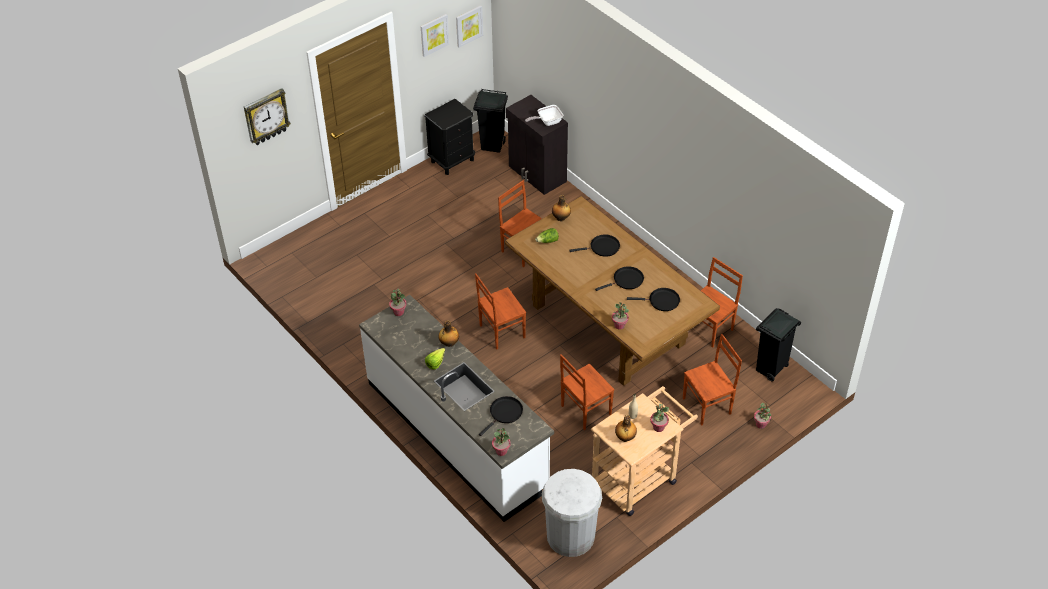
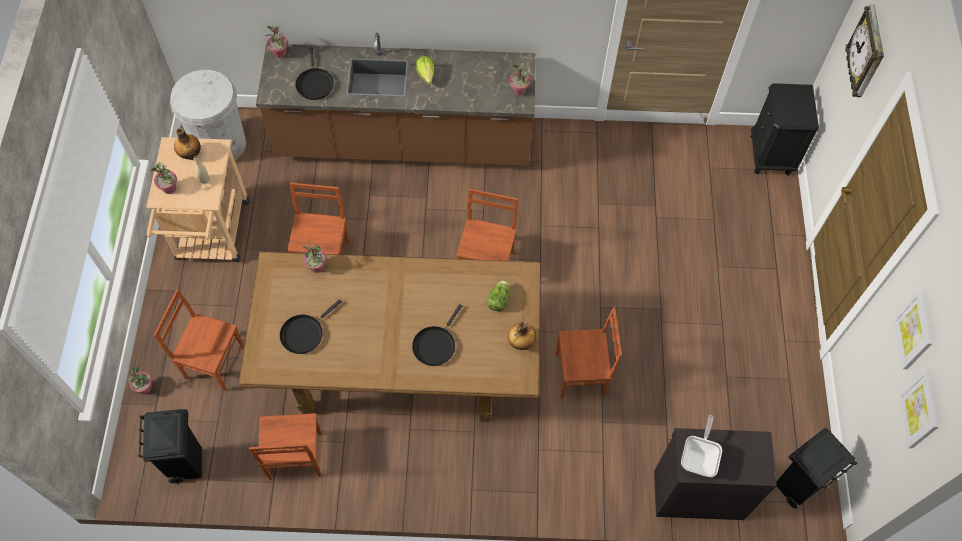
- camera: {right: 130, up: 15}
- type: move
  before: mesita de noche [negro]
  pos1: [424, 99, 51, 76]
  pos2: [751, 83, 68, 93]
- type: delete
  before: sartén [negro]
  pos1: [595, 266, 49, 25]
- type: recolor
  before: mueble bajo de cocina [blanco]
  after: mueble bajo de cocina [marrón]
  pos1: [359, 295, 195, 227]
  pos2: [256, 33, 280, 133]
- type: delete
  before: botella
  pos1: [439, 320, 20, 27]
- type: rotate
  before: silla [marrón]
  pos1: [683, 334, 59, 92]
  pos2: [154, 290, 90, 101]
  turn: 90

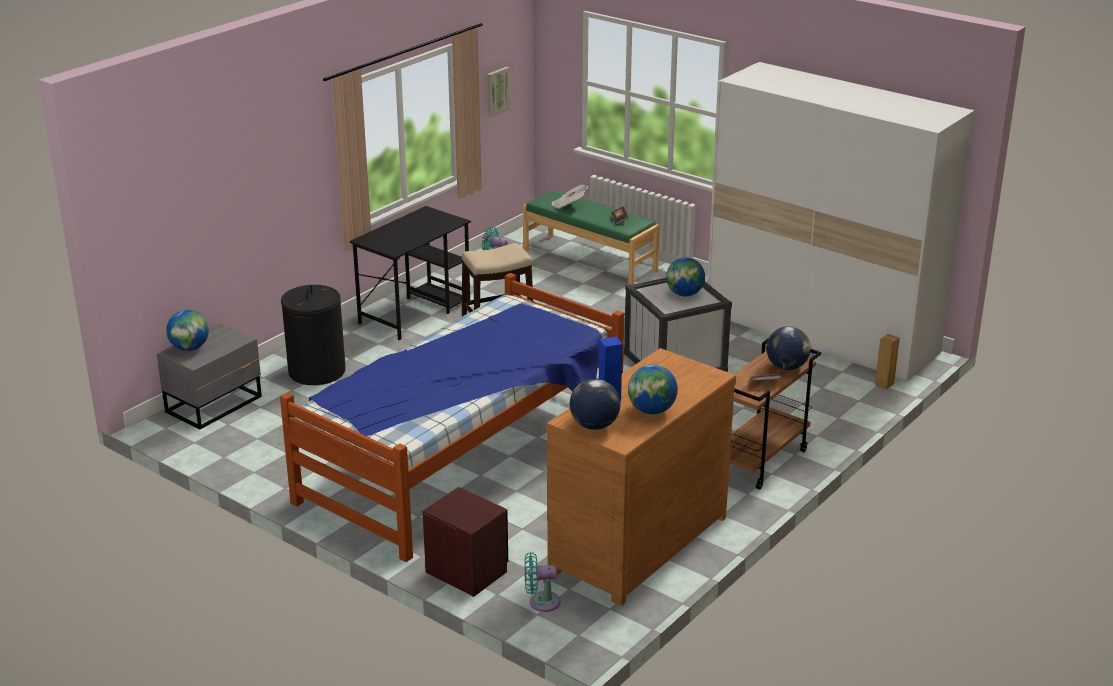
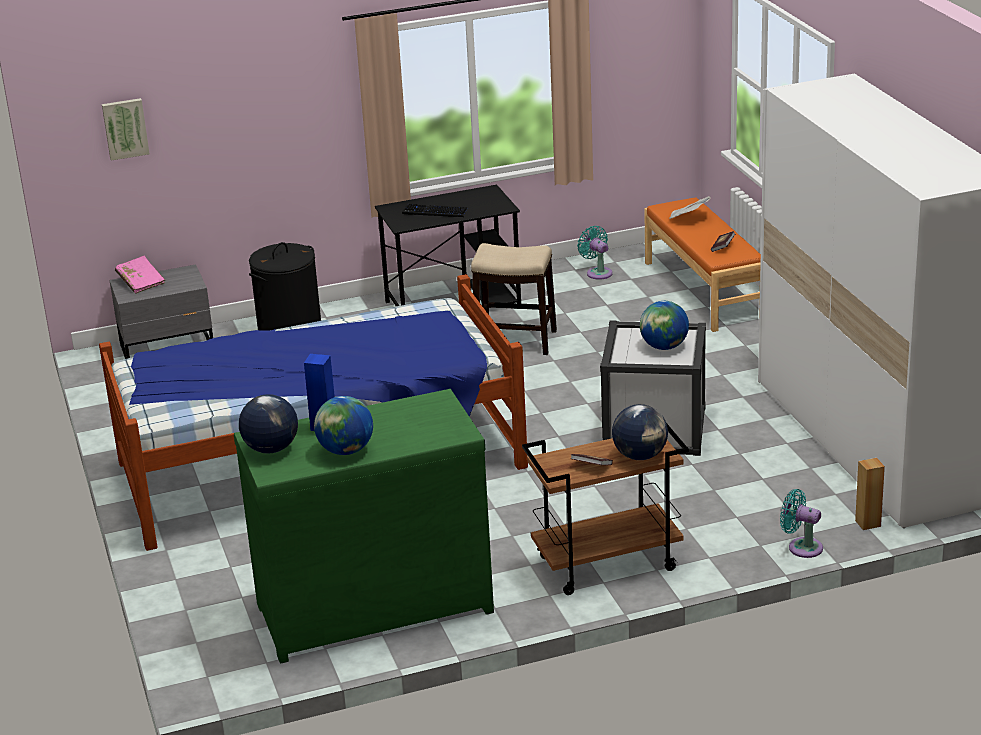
- camera: {right: 35, up: 0}
- type: move
  before: cuadro
  pos1: [487, 67, 23, 50]
  pos2: [102, 98, 48, 63]
- type: recolor
  before: banco [verde]
  after: banco [naranja]
  pos1: [523, 190, 137, 95]
  pos2: [644, 198, 117, 134]
- type: replace
  before: globo terráqueo
  after: libro [rosa]
  pos1: [166, 310, 43, 41]
  pos2: [115, 256, 50, 38]
- type: recolor
  before: cómoda [marrón]
  after: cómoda [verde]
  pos1: [546, 348, 190, 258]
  pos2: [234, 389, 260, 275]
- type: delete
  before: mesita de noche [marrón]
  pos1: [423, 487, 85, 110]
- type: move
  before: ventilador [turquesa]
  pos1: [524, 552, 37, 60]
  pos2: [780, 489, 43, 69]
- type: insert
  after: teclado
  pos2: [402, 204, 66, 13]

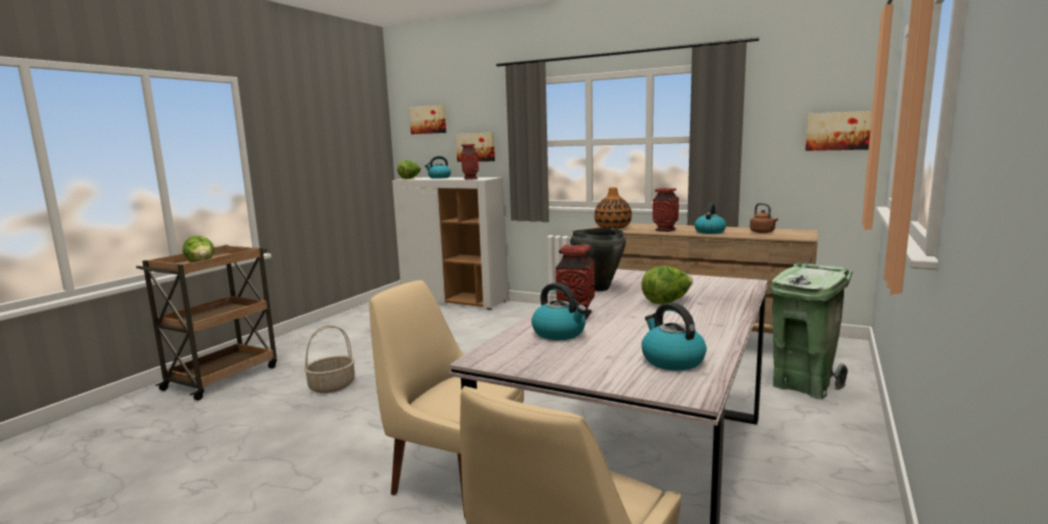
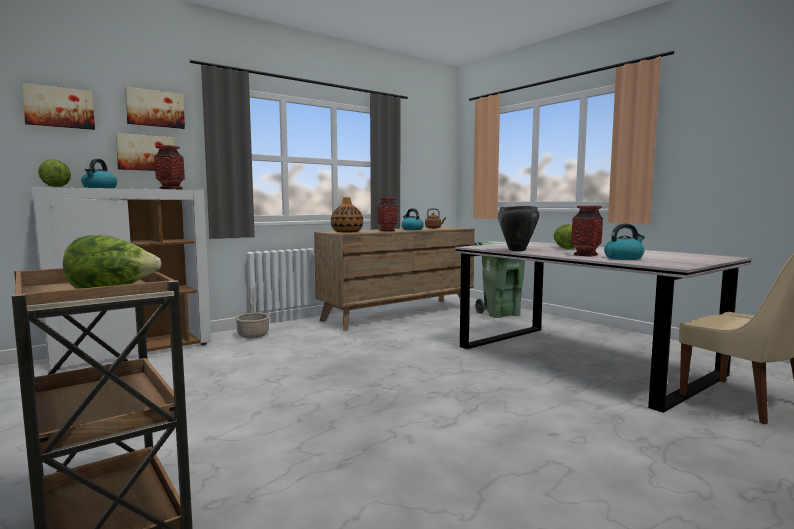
- camera: {right: -65, up: -5}
- type: move
  before: cuadro
  pos1: [805, 111, 67, 40]
  pos2: [125, 87, 60, 42]
- type: delete
  before: silla [beis]
  pos1: [369, 280, 155, 238]
- type: delete
  before: hervidor
  pos1: [642, 303, 65, 68]
- type: move
  before: cesta
  pos1: [304, 325, 51, 68]
  pos2: [235, 286, 35, 53]

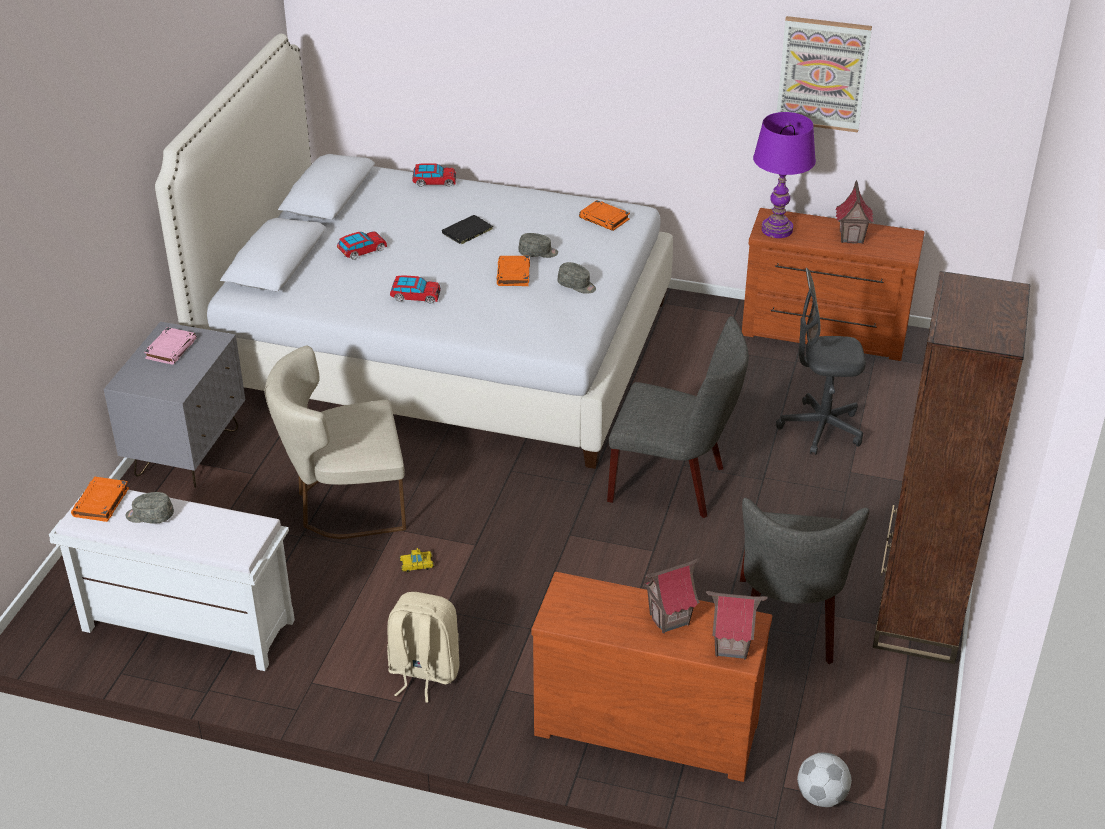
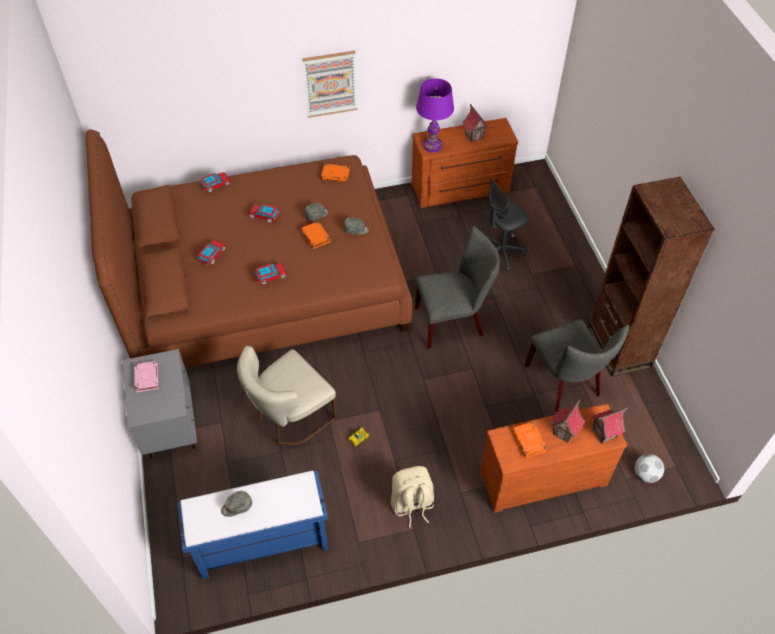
- camera: {right: -30, up: 15}
- type: move
  before: cuadro
  pos1: [776, 16, 96, 117]
  pos2: [302, 51, 55, 67]
- type: recolor
  before: cama [blanco]
  after: cama [marrón]
  pos1: [155, 34, 518, 435]
  pos2: [86, 129, 326, 239]
- type: replace
  before: libro [negro]
  after: coche de juguete
  pos1: [442, 215, 51, 30]
  pos2: [248, 204, 31, 19]
- type: move
  before: libro [naranja]
  pos1: [71, 477, 58, 45]
  pos2: [512, 421, 35, 37]
- type: recolor
  before: banco [blanco]
  after: banco [azul]
  pos1: [49, 490, 246, 181]
  pos2: [178, 470, 150, 109]

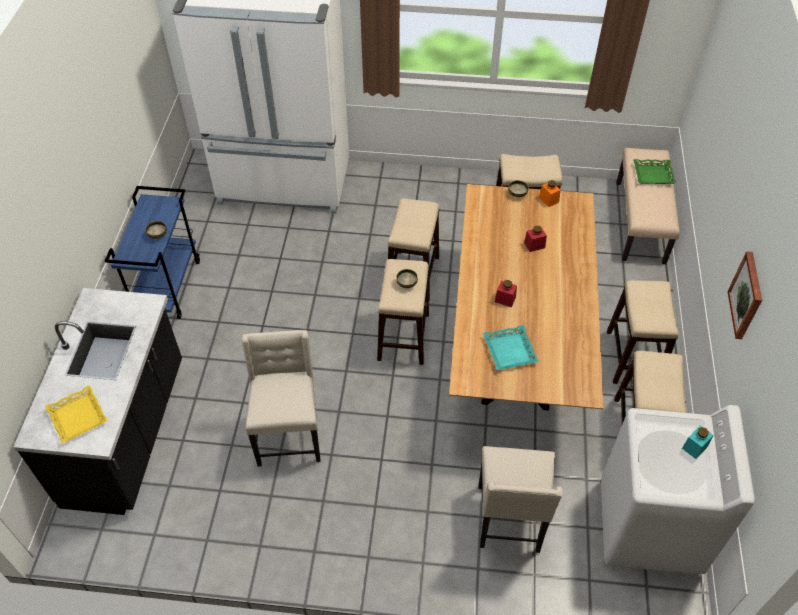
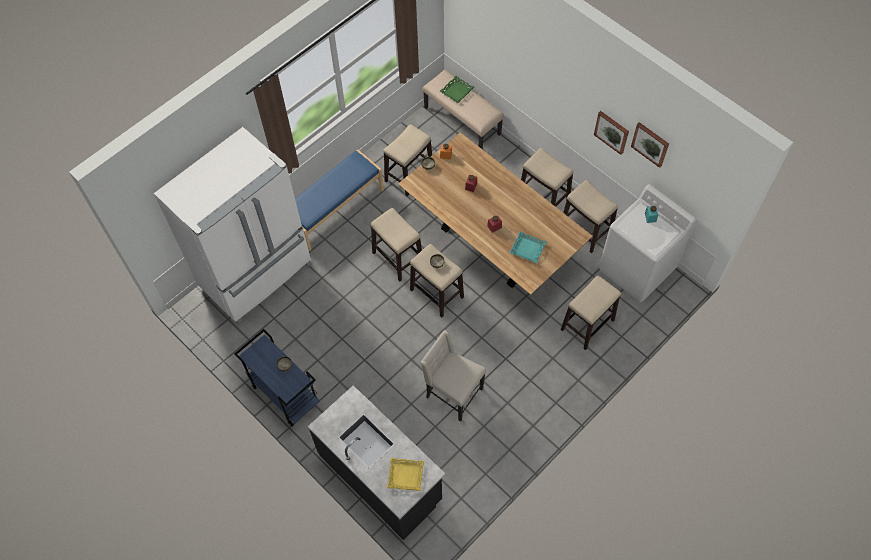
- camera: {right: -50, up: 10}
- type: replace
  before: silla [beis]
  after: taburete
  pos1: [478, 446, 85, 107]
  pos2: [561, 276, 60, 74]
- type: insert
  after: cuadro
  pos2: [631, 122, 38, 46]
- type: insert
  after: banco [azul]
  pos2: [295, 150, 89, 101]

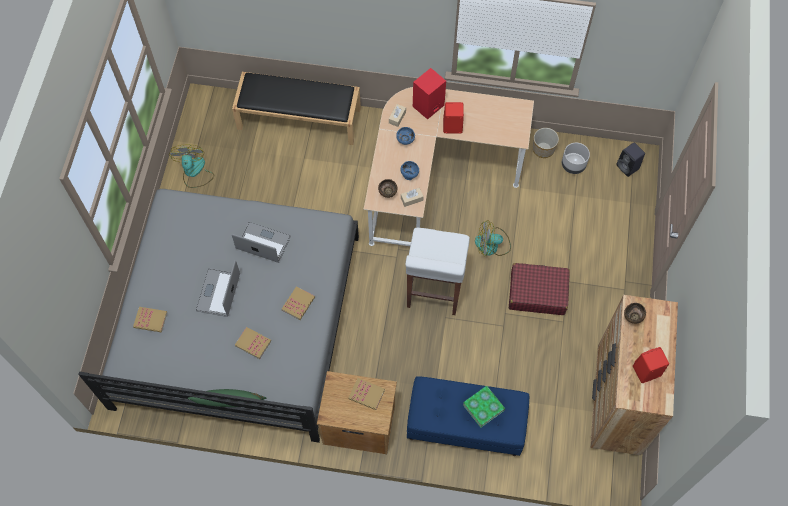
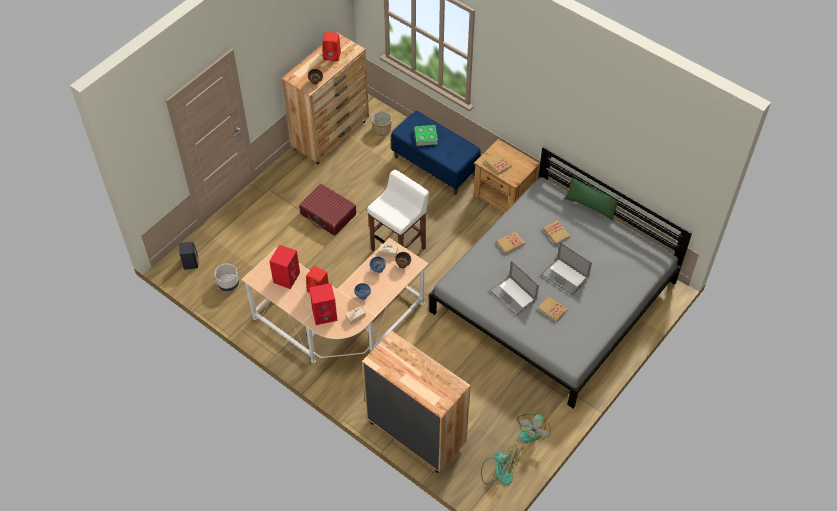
- camera: {right: -150, up: -10}
- type: replace
  before: banco [negro]
  after: cómoda [marrón]
  pos1: [232, 72, 129, 73]
  pos2: [362, 331, 109, 142]
- type: move
  before: maceta
  pos1: [533, 128, 26, 30]
  pos2: [372, 111, 20, 25]
- type: move
  before: ventilador
  pos1: [475, 220, 36, 36]
  pos2: [481, 445, 39, 40]
- type: rotate
  before: portátil
  pos1: [196, 260, 44, 57]
  pos2: [541, 242, 51, 53]
  turn: 90
- type: move
  before: libro
  pos1: [133, 307, 34, 26]
  pos2: [538, 296, 30, 26]
- type: insert
  after: altavoz [rojo]
  pos2: [270, 245, 30, 44]

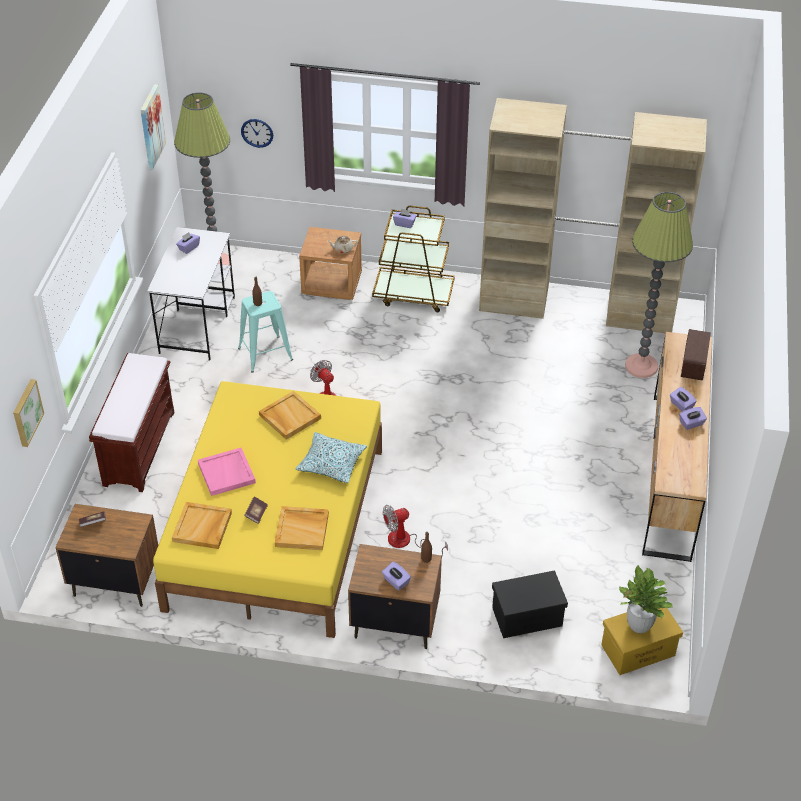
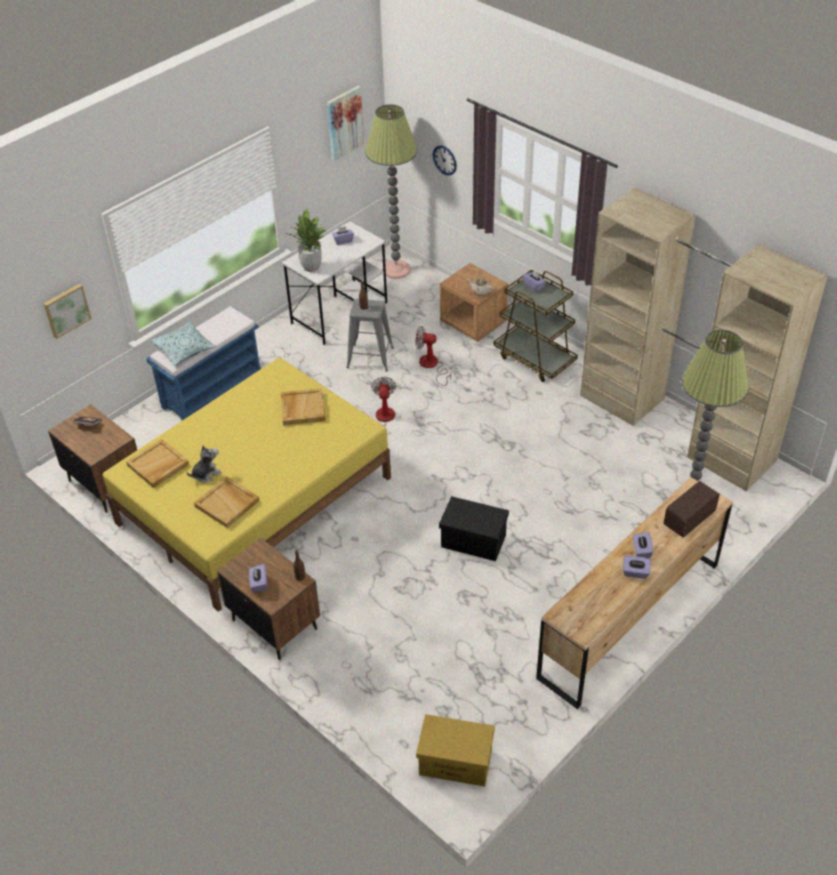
- camera: {right: 35, up: 0}
- type: recolor
  before: taburete [turquesa]
  after: taburete [gris]
  pos1: [238, 291, 55, 82]
  pos2: [347, 299, 47, 73]
- type: recolor
  before: banco [marrón]
  after: banco [azul]
  pos1: [89, 353, 85, 139]
  pos2: [146, 306, 115, 115]
- type: move
  before: cojín
  pos1: [295, 432, 72, 51]
  pos2: [150, 321, 65, 45]
- type: delete
  before: bandeja [rosa]
  pos1: [198, 448, 58, 48]
- type: replace
  before: libro
  after: peluche
  pos1: [244, 496, 24, 28]
  pos2: [187, 445, 35, 38]
- type: move
  before: ventilador
  pos1: [383, 505, 65, 50]
  pos2: [415, 326, 36, 60]
- type: move
  before: planta en maceta
  pos1: [619, 565, 54, 68]
  pos2: [285, 209, 41, 63]
- type: move
  before: caja de almacenaje [negro]
  pos1: [492, 571, 76, 67]
  pos2: [439, 496, 70, 65]

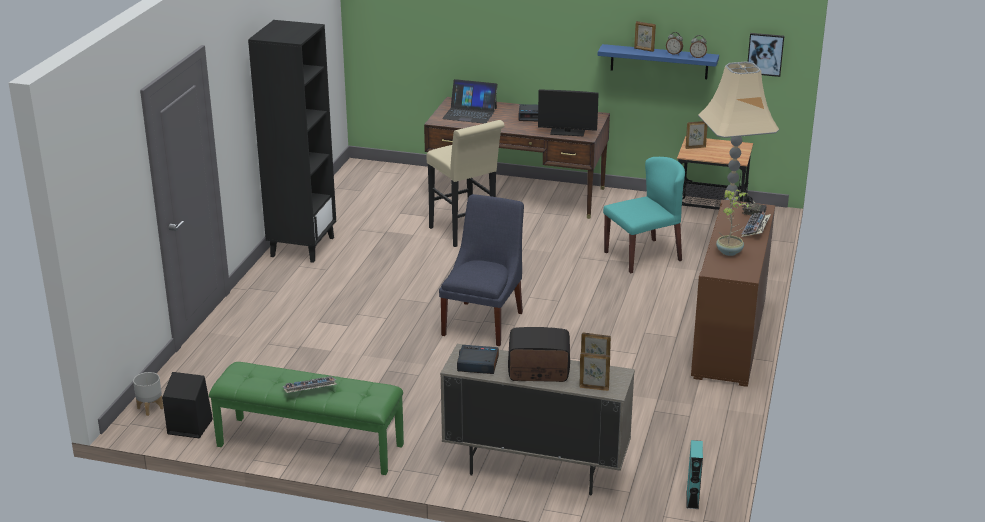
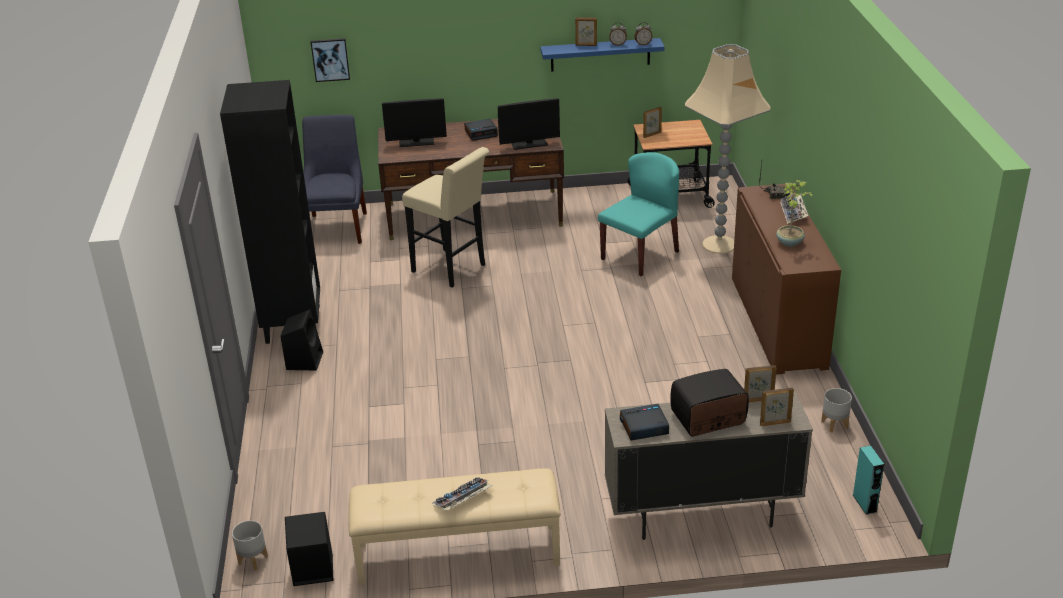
- camera: {right: -20, up: 5}
- type: move
  before: cuadro
  pos1: [748, 33, 36, 44]
  pos2: [311, 38, 39, 44]
- type: replace
  before: portátil
  after: monitor
  pos1: [442, 79, 56, 44]
  pos2: [382, 98, 65, 49]
- type: move
  before: silla [azul]
  pos1: [439, 194, 85, 152]
  pos2: [302, 115, 65, 129]
- type: recolor
  before: banco [verde]
  after: banco [beis]
  pos1: [209, 362, 195, 113]
  pos2: [348, 468, 213, 117]
- type: insert
  after: altavoz [negro]
  pos2: [280, 309, 43, 61]
- type: insert
  after: maceta [gris]
  pos2: [821, 388, 31, 44]

